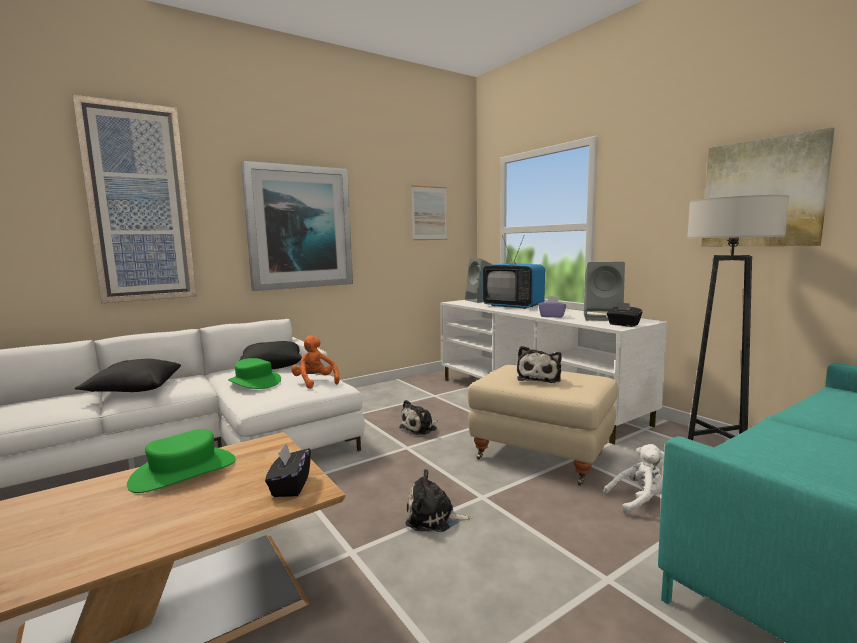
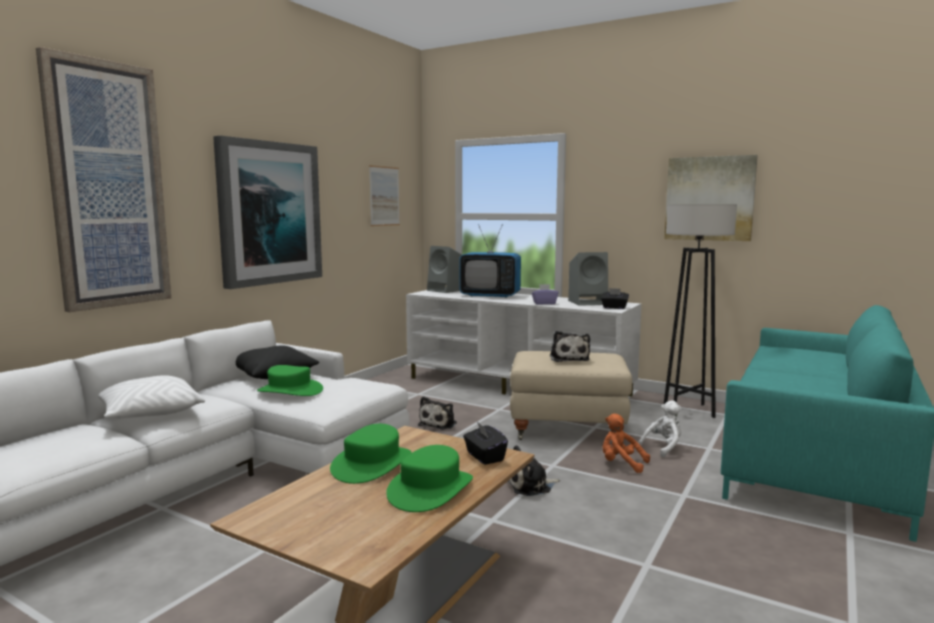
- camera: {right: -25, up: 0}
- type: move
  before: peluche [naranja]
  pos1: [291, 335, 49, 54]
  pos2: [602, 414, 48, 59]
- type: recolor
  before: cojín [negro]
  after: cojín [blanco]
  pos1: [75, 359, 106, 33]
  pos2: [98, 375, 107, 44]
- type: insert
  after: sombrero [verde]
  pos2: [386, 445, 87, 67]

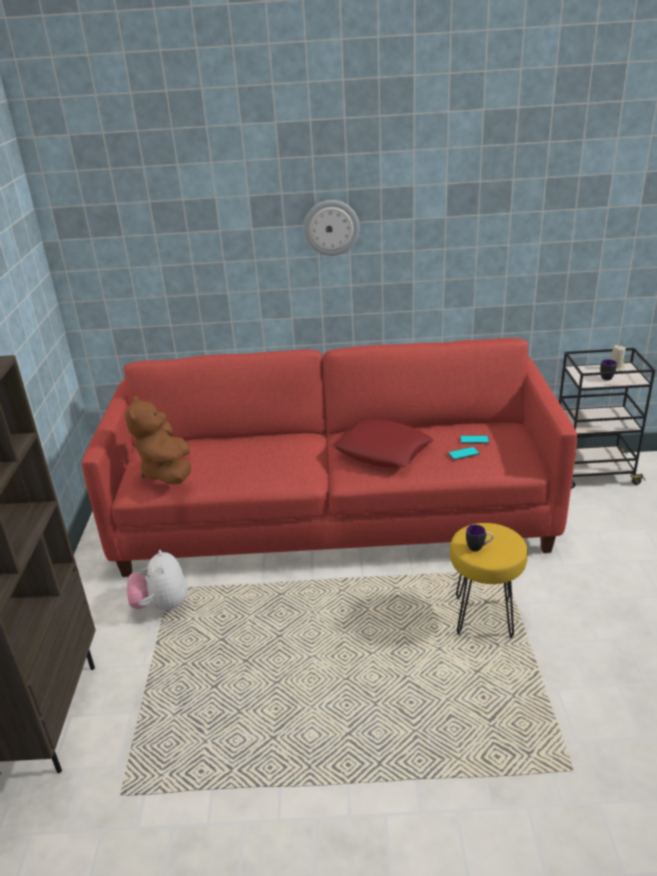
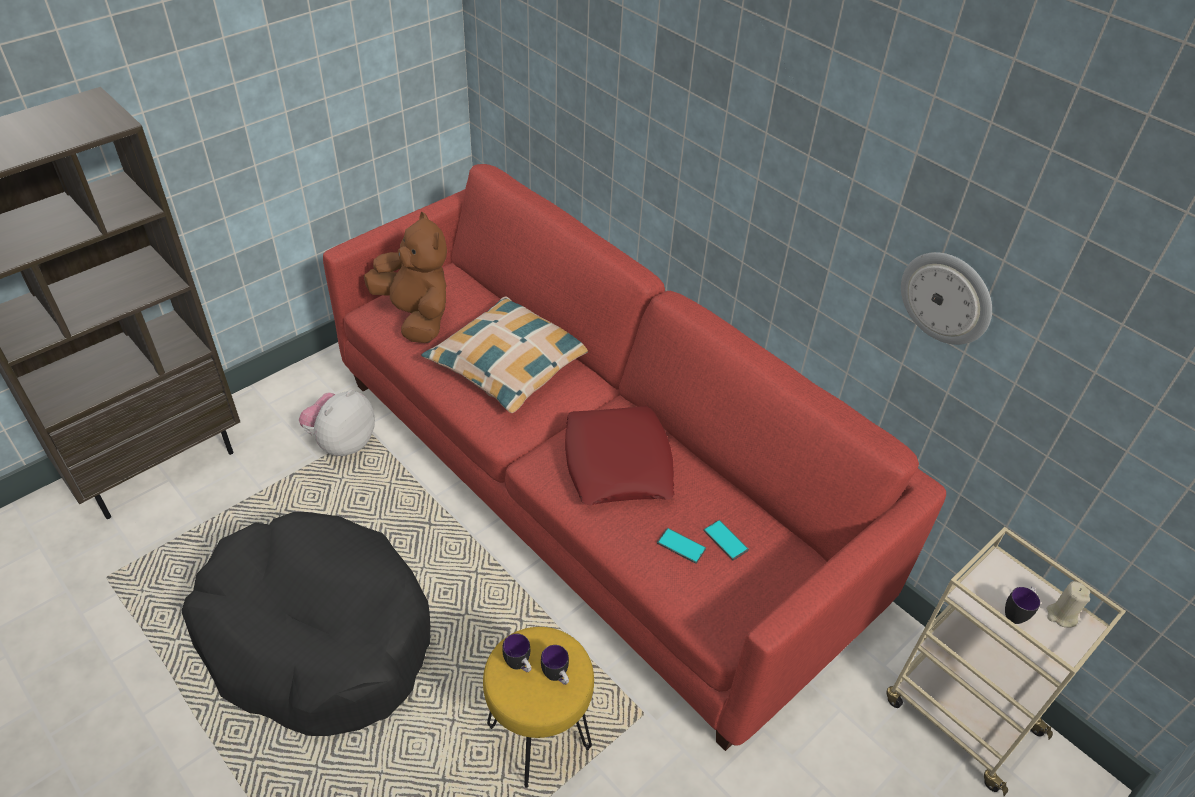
- camera: {right: 45, up: 15}
- type: move
  before: reloj de pared
  pos1: [304, 200, 56, 56]
  pos2: [901, 252, 91, 93]
- type: recolor
  before: carrito [negro]
  after: carrito [beis]
  pos1: [559, 348, 96, 141]
  pos2: [887, 527, 239, 269]
- type: rotate
  before: peluche [marrón]
  pos1: [125, 396, 66, 88]
  pos2: [364, 212, 83, 131]
  turn: 105
- type: insert
  after: cojín
  pos2: [421, 296, 167, 117]
- type: insert
  after: cama para perro [negro]
  pos2: [181, 512, 249, 224]
- type: insert
  after: taza grande
  pos2: [541, 645, 28, 40]

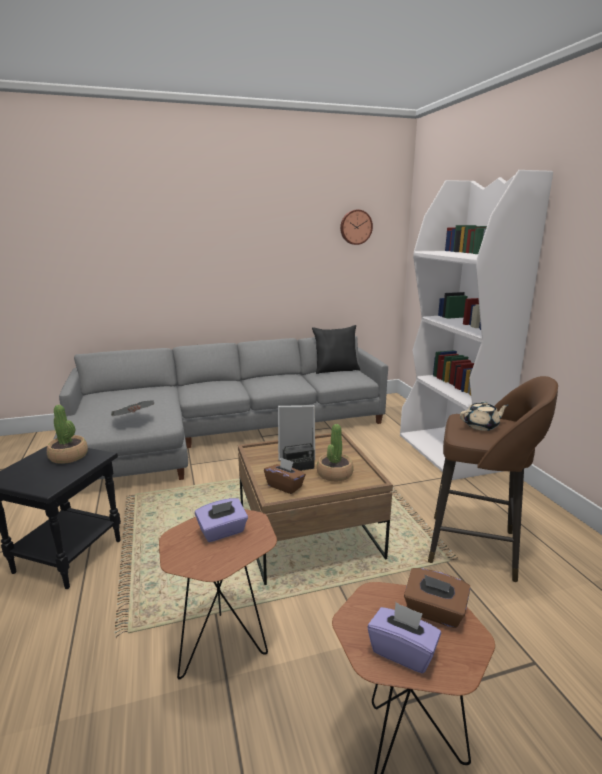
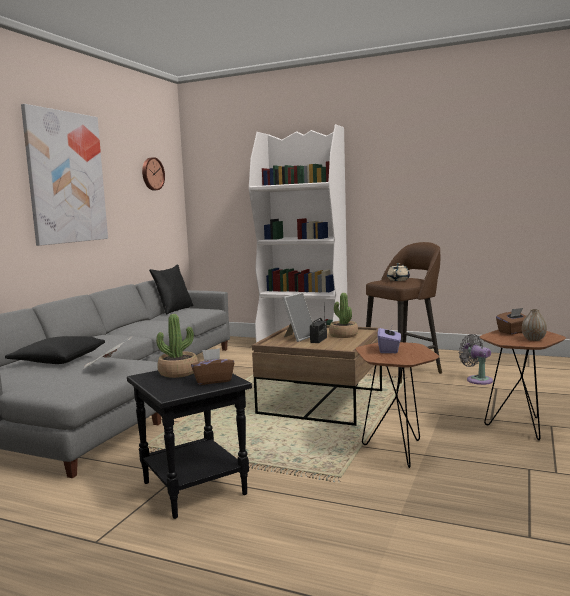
- camera: {right: -50, up: -10}
- type: move
  before: caja de pañuelos [marrón]
  pos1: [264, 457, 42, 37]
  pos2: [191, 348, 43, 37]
- type: replace
  before: caja de pañuelos [morado]
  after: florero
  pos1: [367, 602, 74, 71]
  pos2: [522, 309, 25, 32]
- type: insert
  after: cuadro
  pos2: [21, 104, 87, 142]
- type: insert
  after: ventilador [gris]
  pos2: [459, 334, 34, 51]
- type: insert
  after: cojín [negro]
  pos2: [5, 336, 100, 28]

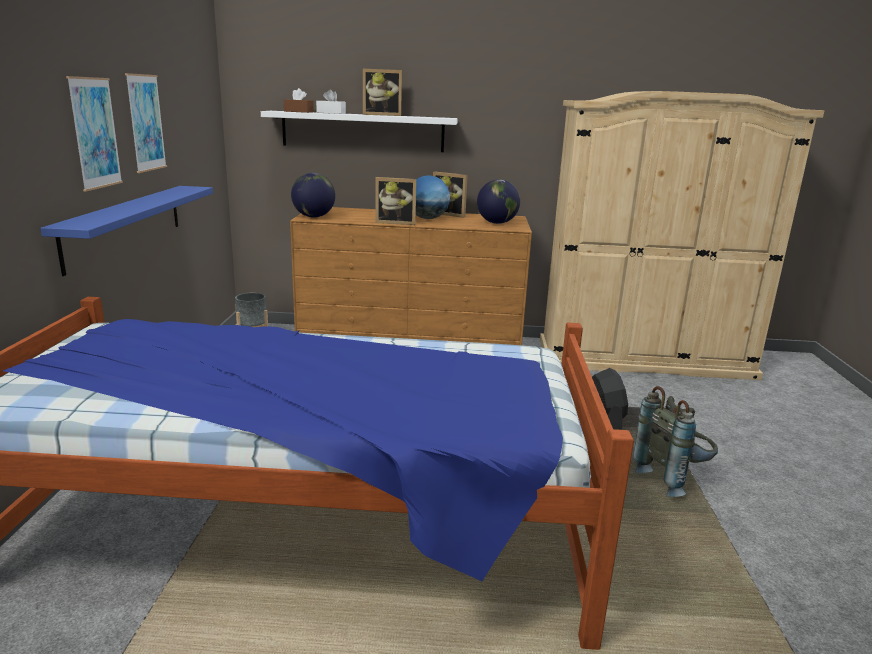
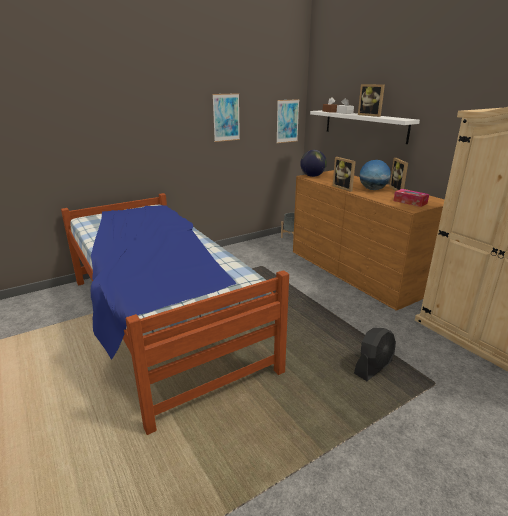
- camera: {right: 55, up: 5}
- type: move
  before: cuadro
  pos1: [66, 76, 57, 116]
  pos2: [276, 99, 24, 44]
- type: replace
  before: globo terráqueo
  after: caja de pañuelos
  pos1: [477, 179, 43, 45]
  pos2: [394, 189, 35, 18]
- type: delete
  before: estante [azul]
  pos1: [41, 186, 172, 90]
- type: delete
  before: mochila [gris]
  pos1: [633, 386, 85, 111]

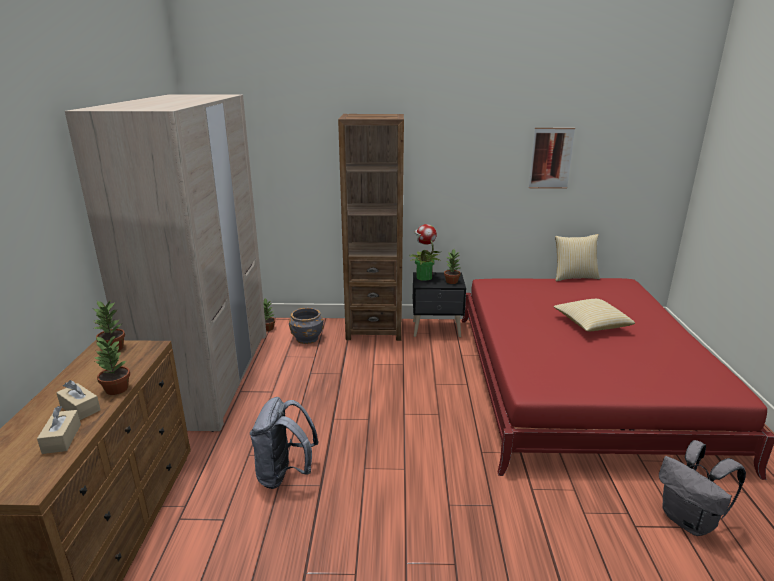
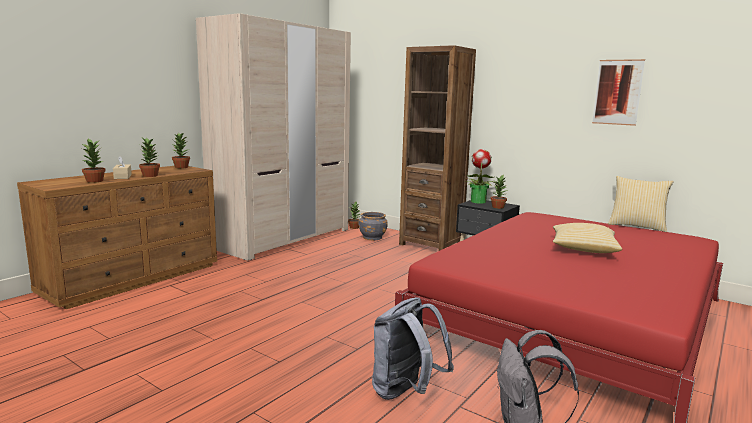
- camera: {right: 35, up: -10}
- type: move
  before: mochila [gris]
  pos1: [250, 397, 68, 92]
  pos2: [372, 297, 82, 103]
- type: replace
  before: caja de pañuelos [beis]
  after: planta en maceta
  pos1: [37, 406, 44, 48]
  pos2: [81, 138, 25, 45]

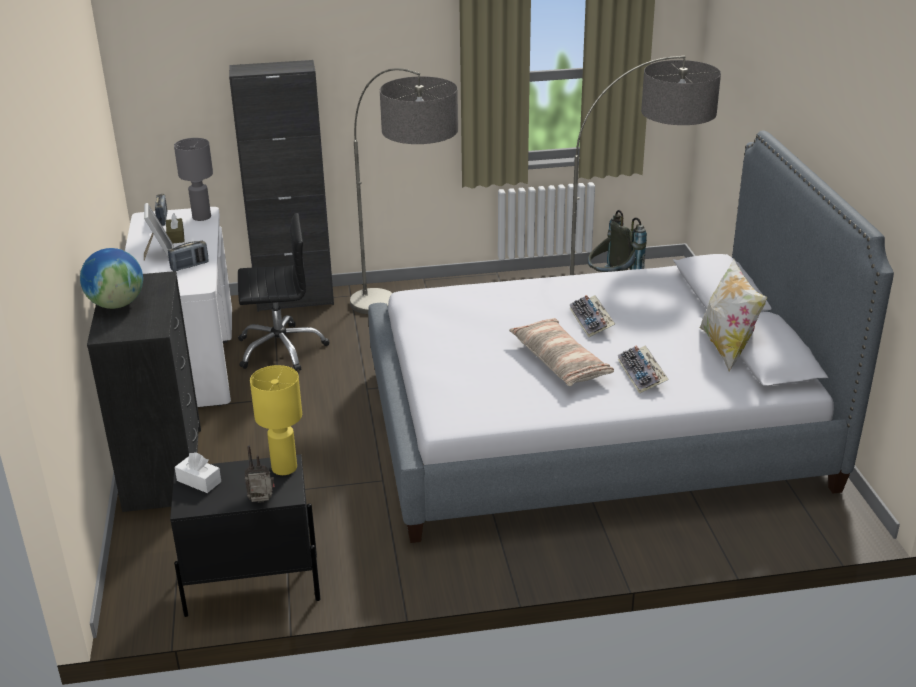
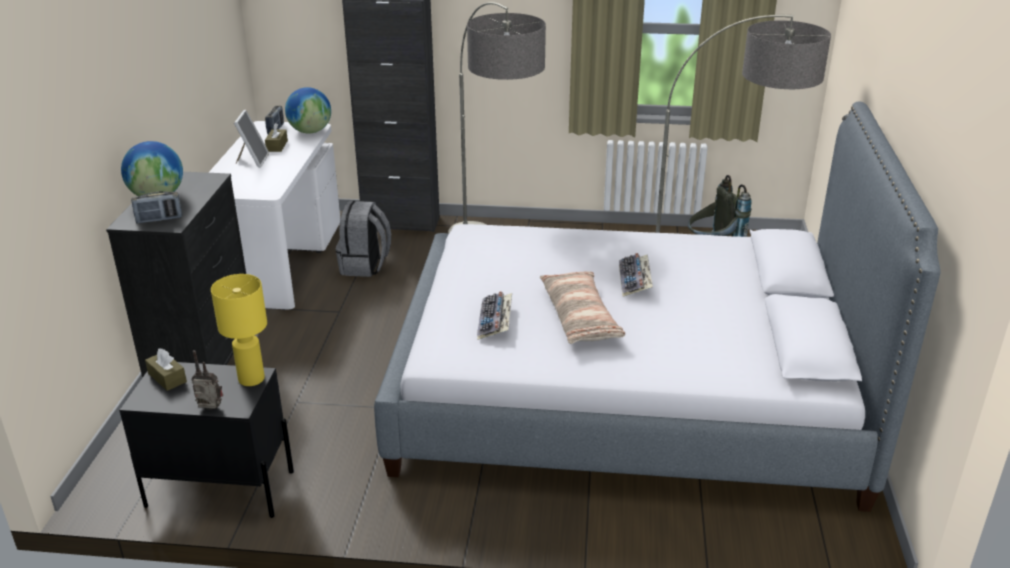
- camera: {right: 15, up: 0}
- type: replace
  before: lámpara de mesa [gris]
  after: globo terráqueo
  pos1: [174, 138, 39, 83]
  pos2: [285, 87, 46, 47]
- type: replace
  before: silla de oficina [negro]
  after: mochila [gris]
  pos1: [238, 213, 92, 158]
  pos2: [336, 201, 55, 76]
- type: move
  before: radio
  pos1: [168, 241, 41, 30]
  pos2: [131, 191, 51, 32]
- type: delete
  before: cojín
  pos1: [700, 259, 67, 113]
- type: move
  before: teclado
  pos1: [618, 345, 51, 49]
  pos2: [477, 291, 35, 49]
- type: recolor
  before: caja de pañuelos [blanco]
  after: caja de pañuelos [marrón]
  pos1: [175, 452, 46, 41]
  pos2: [145, 348, 42, 43]

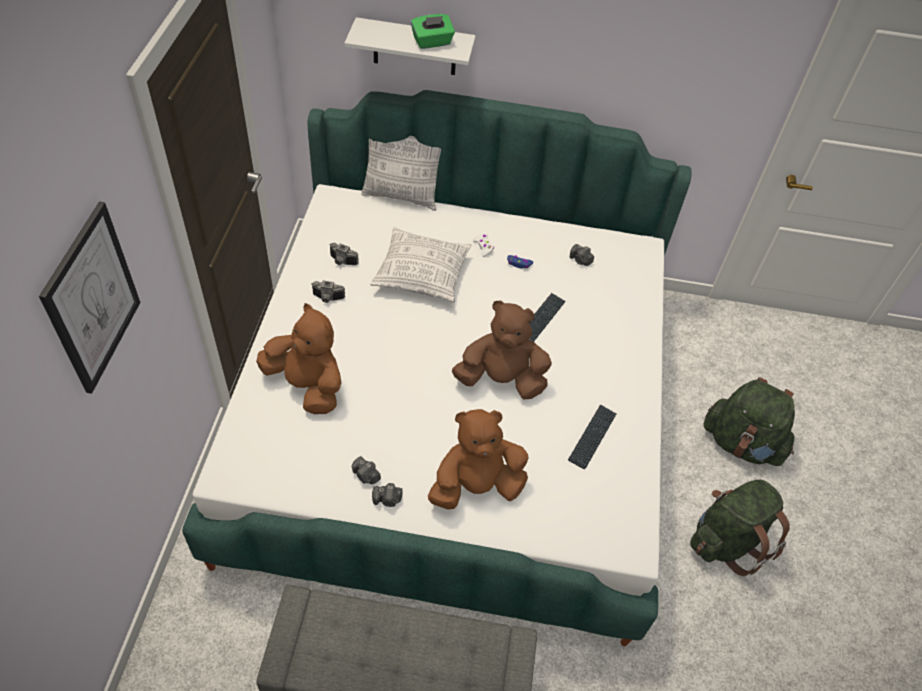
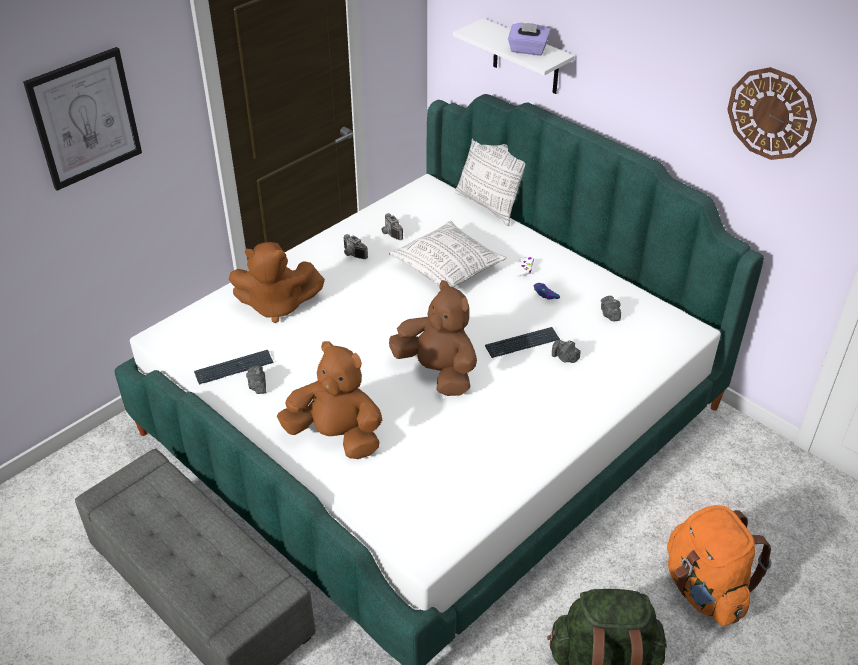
- camera: {right: 40, up: -10}
- type: recolor
  before: caja de pañuelos [verde]
  after: caja de pañuelos [morado]
  pos1: [411, 14, 44, 35]
  pos2: [508, 22, 43, 34]
- type: rotate
  before: peluche [marrón]
  pos1: [256, 303, 85, 111]
  pos2: [229, 242, 96, 81]
  turn: 105
- type: recolor
  before: mochila [verde]
  after: mochila [naranja]
  pos1: [703, 377, 92, 89]
  pos2: [667, 505, 104, 121]
- type: move
  before: teclado
  pos1: [568, 404, 49, 65]
  pos2: [194, 350, 80, 35]
- type: move
  before: cámara
  pos1: [372, 483, 31, 24]
  pos2: [552, 339, 28, 24]
- type: insert
  after: reloj de pared
  pos2: [727, 67, 90, 93]

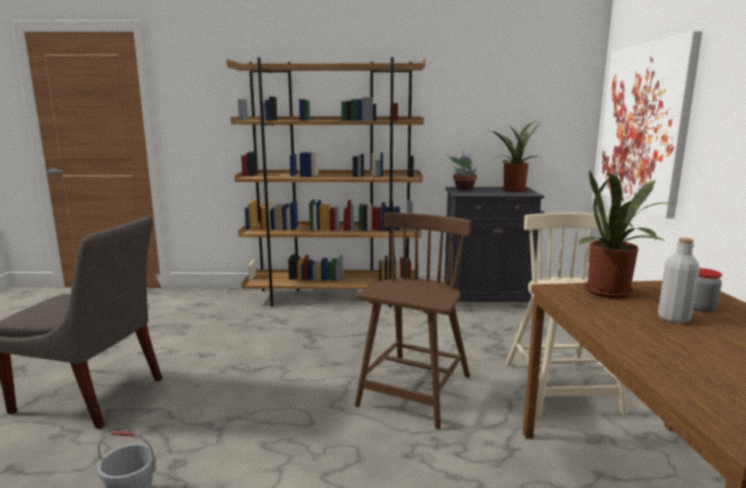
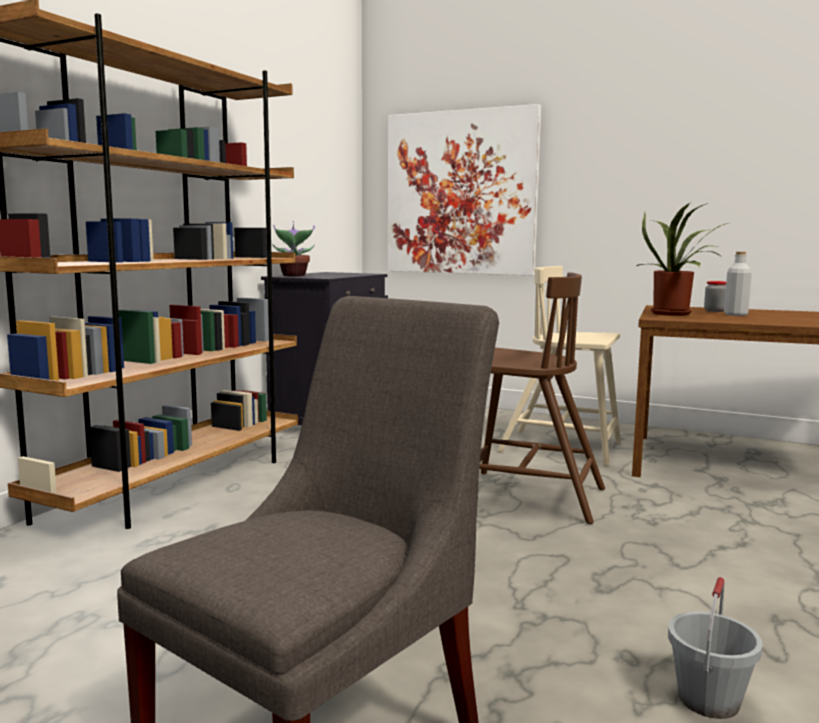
- camera: {right: -65, up: -5}
- type: delete
  before: planta en maceta
  pos1: [491, 121, 52, 71]
- type: rotate
  before: silla [marrón]
  pos1: [355, 213, 117, 216]
  pos2: [479, 272, 126, 252]
  turn: 150

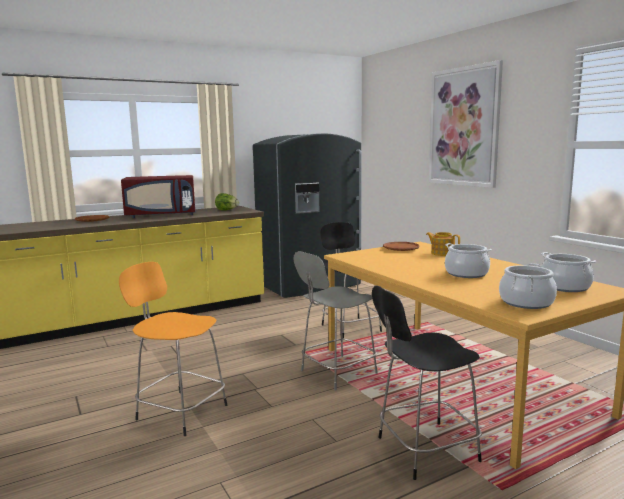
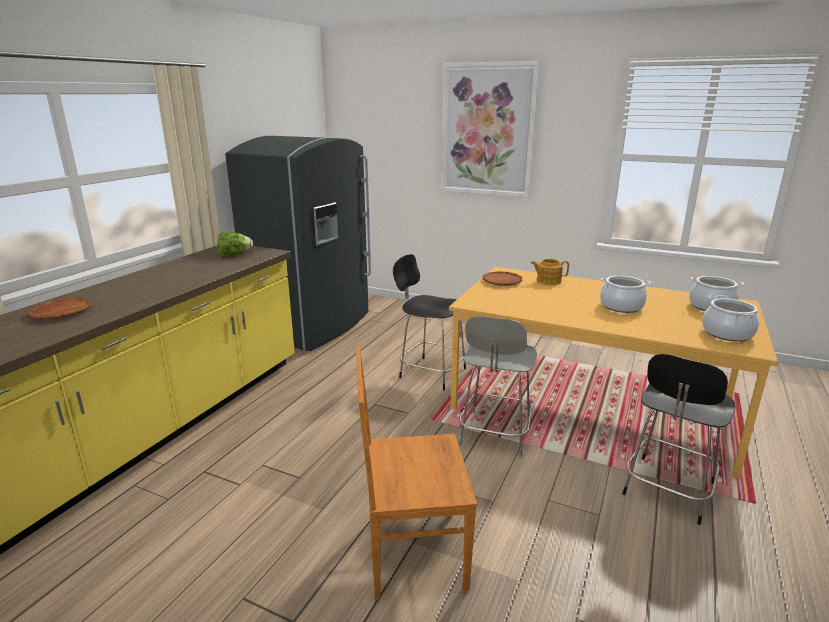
- camera: {right: -35, up: 10}
- type: delete
  before: microondas [rojo]
  pos1: [121, 175, 74, 43]
- type: replace
  before: taburete [naranja]
  after: silla [marrón]
  pos1: [119, 262, 108, 174]
  pos2: [356, 348, 121, 252]

